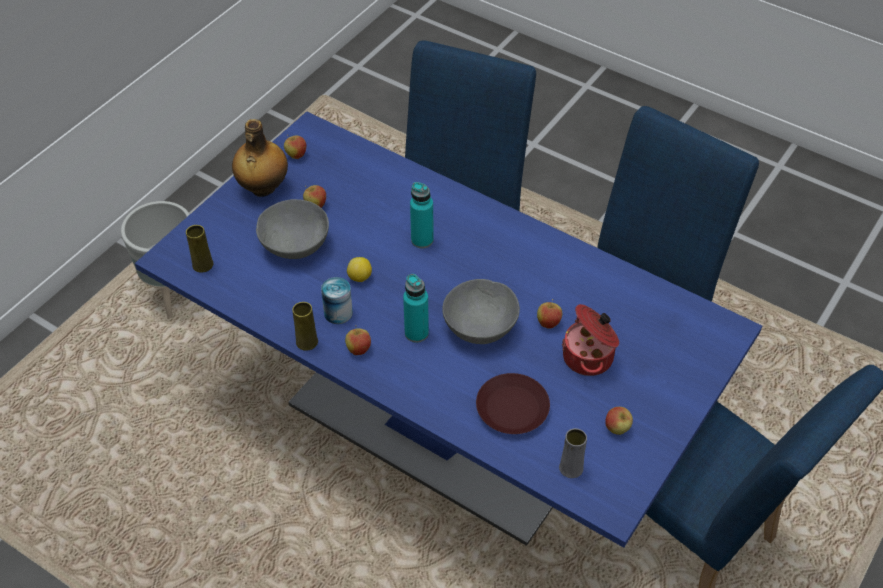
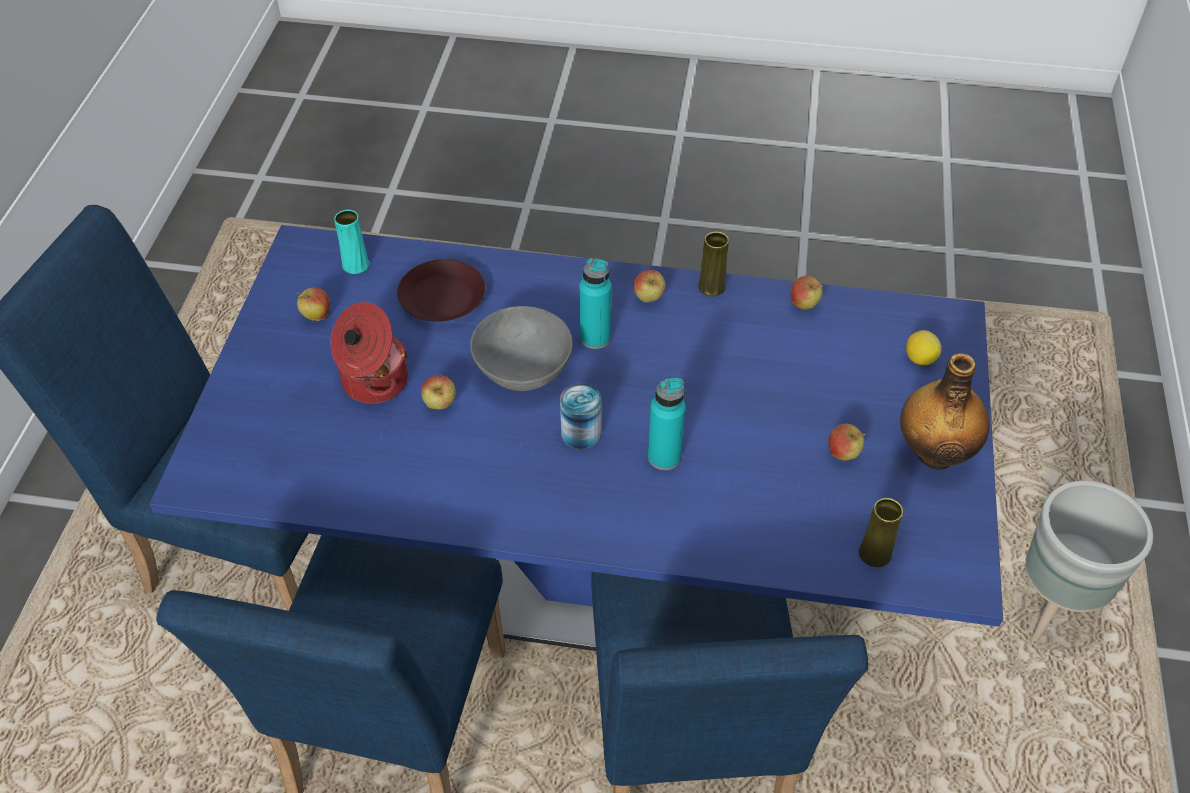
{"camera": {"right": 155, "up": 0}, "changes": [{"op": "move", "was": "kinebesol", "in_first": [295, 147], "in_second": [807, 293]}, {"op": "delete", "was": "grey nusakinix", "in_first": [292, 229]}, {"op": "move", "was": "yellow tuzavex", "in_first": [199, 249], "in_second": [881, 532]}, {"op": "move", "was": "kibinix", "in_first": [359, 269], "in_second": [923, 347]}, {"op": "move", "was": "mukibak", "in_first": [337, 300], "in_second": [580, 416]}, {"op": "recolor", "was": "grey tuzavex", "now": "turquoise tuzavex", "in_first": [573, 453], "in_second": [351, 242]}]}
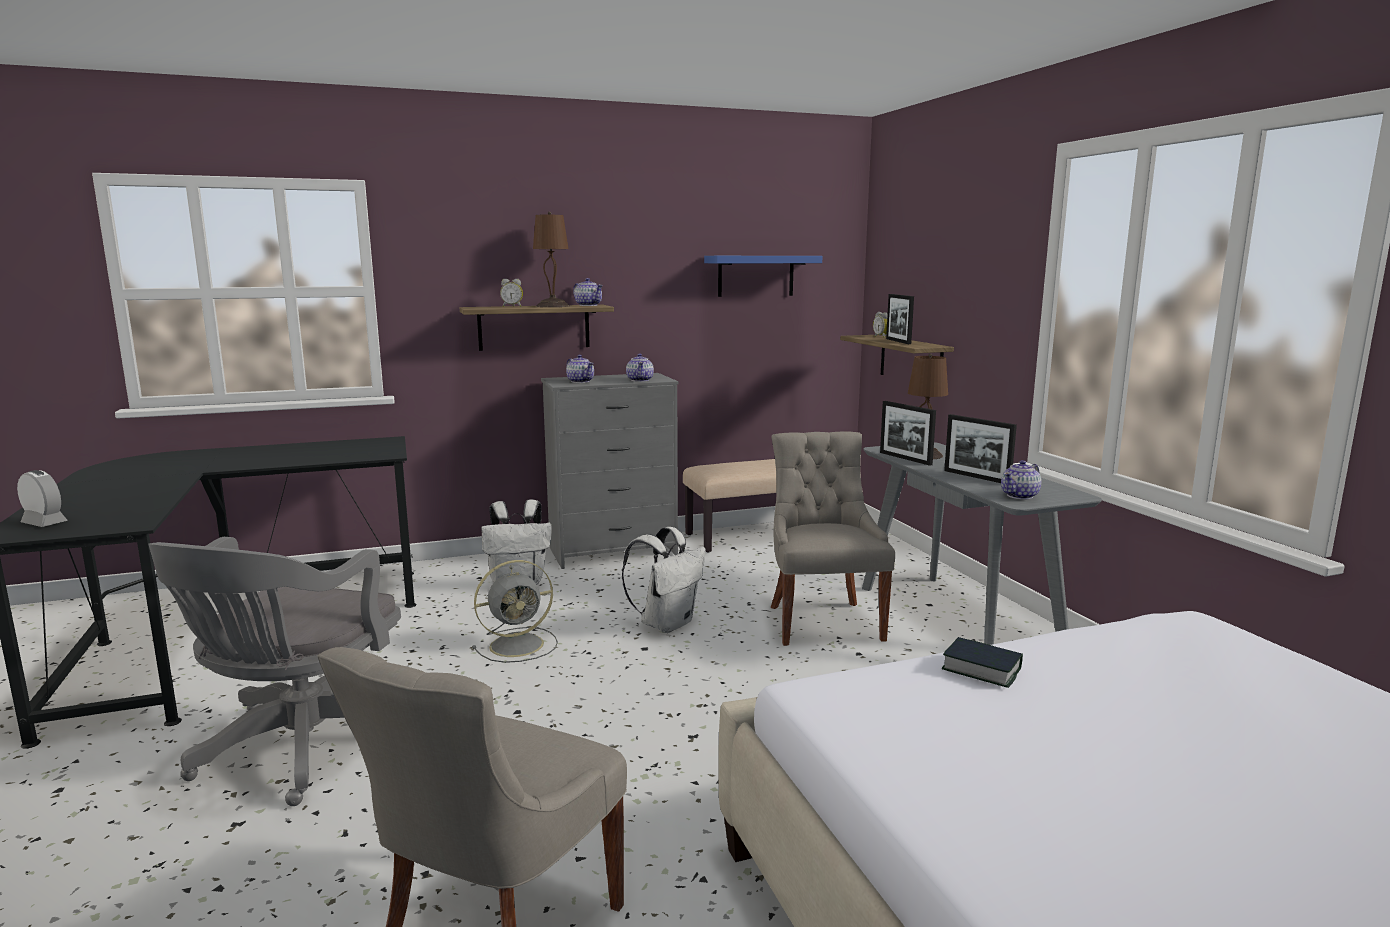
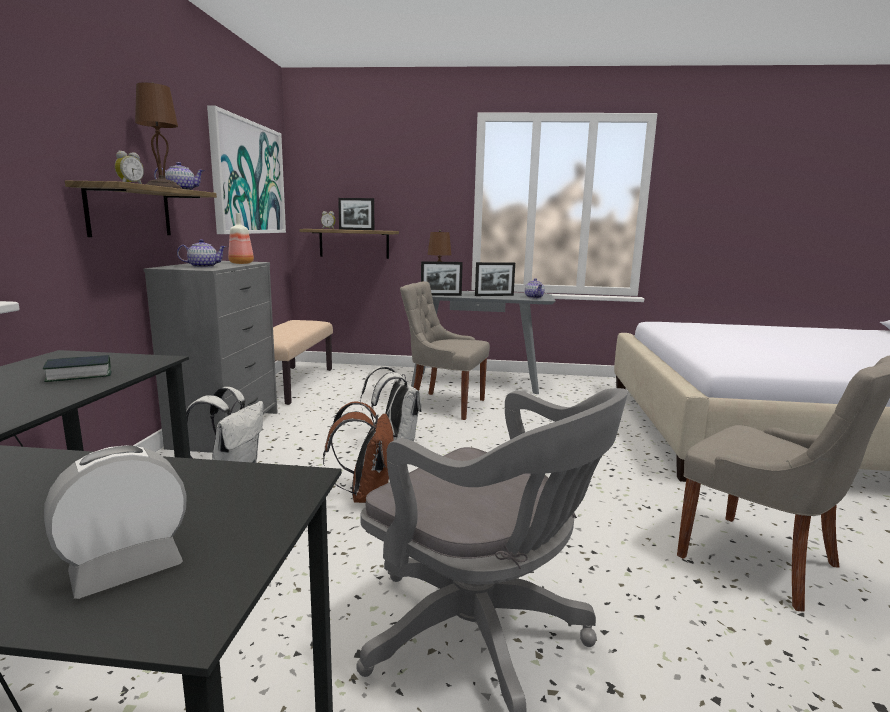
{"camera": {"right": -65, "up": 0}, "changes": [{"op": "replace", "was": "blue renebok", "now": "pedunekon", "in_first": [763, 276], "in_second": [246, 169]}, {"op": "replace", "was": "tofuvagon", "now": "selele", "in_first": [640, 367], "in_second": [241, 238]}, {"op": "replace", "was": "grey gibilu", "now": "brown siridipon", "in_first": [515, 611], "in_second": [358, 452]}, {"op": "move", "was": "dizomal", "in_first": [982, 662], "in_second": [77, 368]}]}
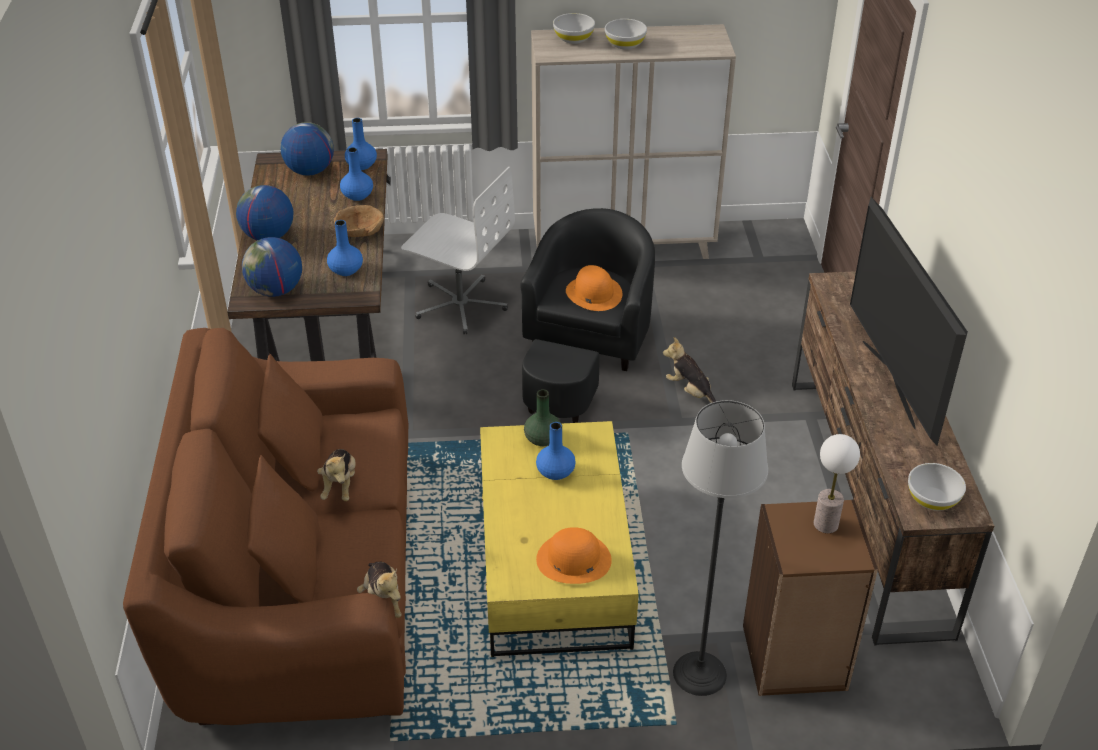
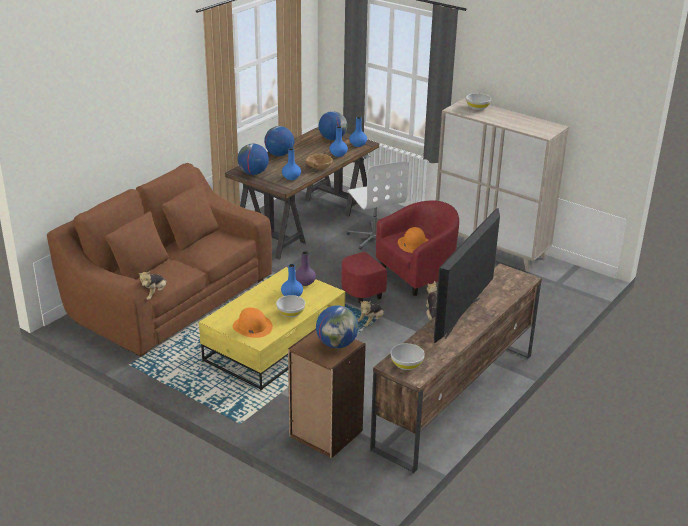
{"camera": {"right": 40, "up": -10}, "changes": [{"op": "move", "was": "white nusakinix", "in_first": [626, 34], "in_second": [290, 306]}, {"op": "recolor", "was": "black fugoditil", "now": "red fugoditil", "in_first": [587, 315], "in_second": [400, 251]}, {"op": "recolor", "was": "green tuzavex", "now": "purple tuzavex", "in_first": [542, 417], "in_second": [305, 268]}, {"op": "delete", "was": "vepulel", "in_first": [720, 548]}, {"op": "replace", "was": "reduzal", "now": "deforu", "in_first": [837, 483], "in_second": [337, 326]}, {"op": "move", "was": "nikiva", "in_first": [336, 475], "in_second": [370, 314]}]}
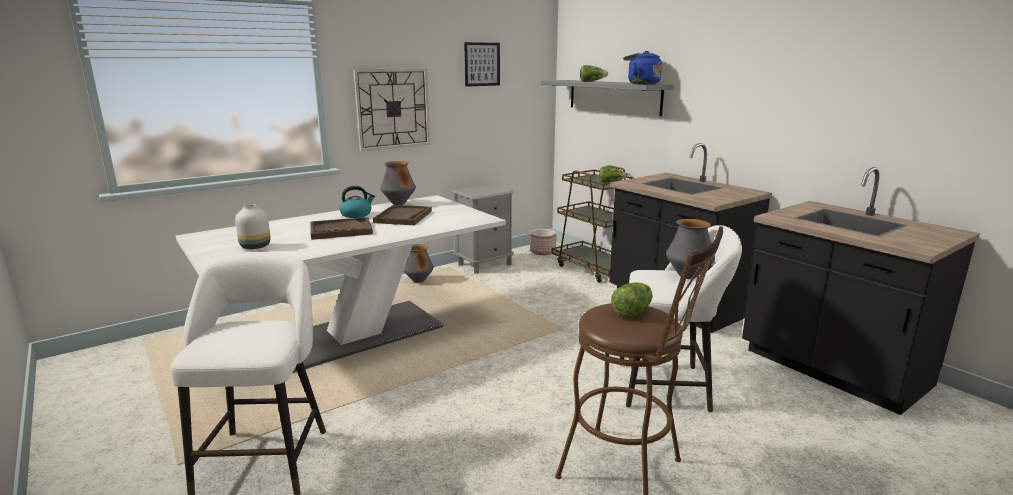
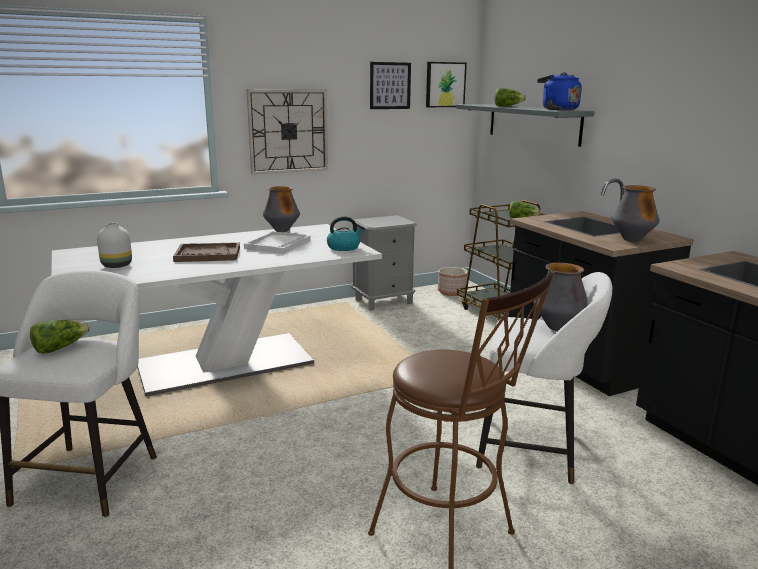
{"camera": {"right": 10, "up": 0}, "changes": [{"op": "move", "was": "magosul", "in_first": [357, 202], "in_second": [346, 233]}, {"op": "recolor", "was": "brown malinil", "now": "white malinil", "in_first": [402, 215], "in_second": [277, 242]}, {"op": "move", "was": "tuzavex", "in_first": [419, 263], "in_second": [635, 213]}, {"op": "move", "was": "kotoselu", "in_first": [632, 300], "in_second": [60, 337]}, {"op": "insert", "now": "pedunekon", "in_second": [446, 84]}]}
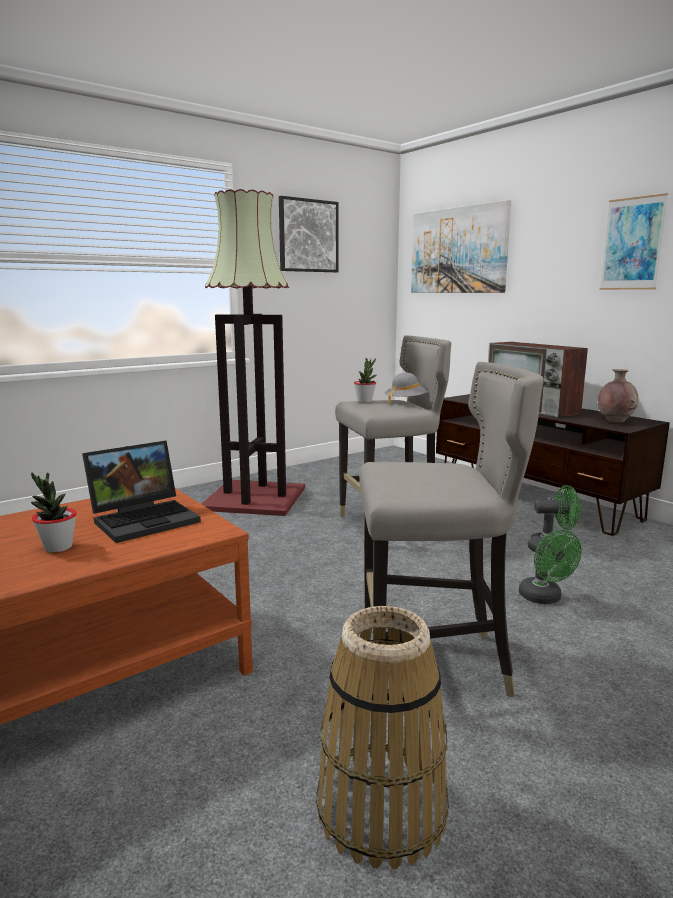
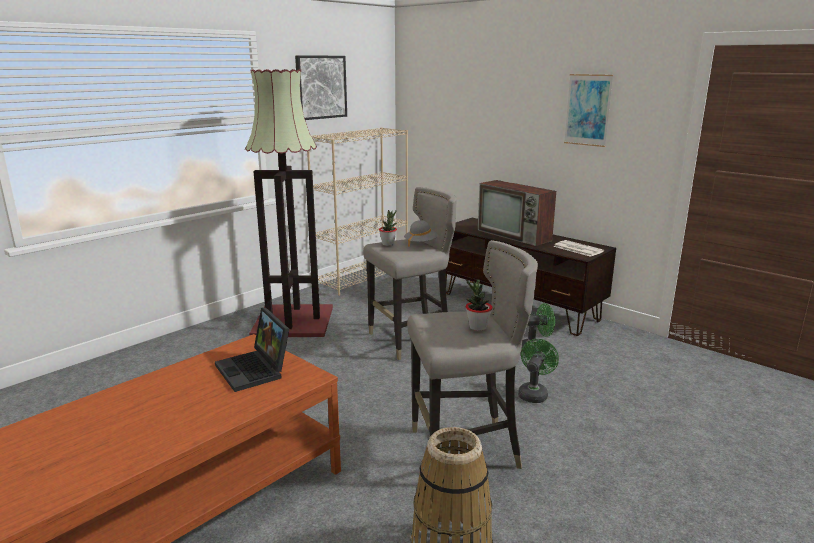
{"camera": {"right": -10, "up": 5}, "changes": [{"op": "delete", "was": "pedunekon", "in_first": [461, 246]}, {"op": "replace", "was": "brown tuzavex", "now": "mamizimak", "in_first": [618, 396], "in_second": [578, 248]}, {"op": "rotate", "was": "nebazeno", "in_first": [141, 491], "in_second": [252, 350], "clockwise": 105}, {"op": "move", "was": "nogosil", "in_first": [54, 512], "in_second": [479, 305]}, {"op": "rotate", "was": "green gibilu", "in_first": [550, 567], "in_second": [538, 371], "clockwise": -120}, {"op": "insert", "now": "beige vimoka", "in_second": [357, 211]}]}
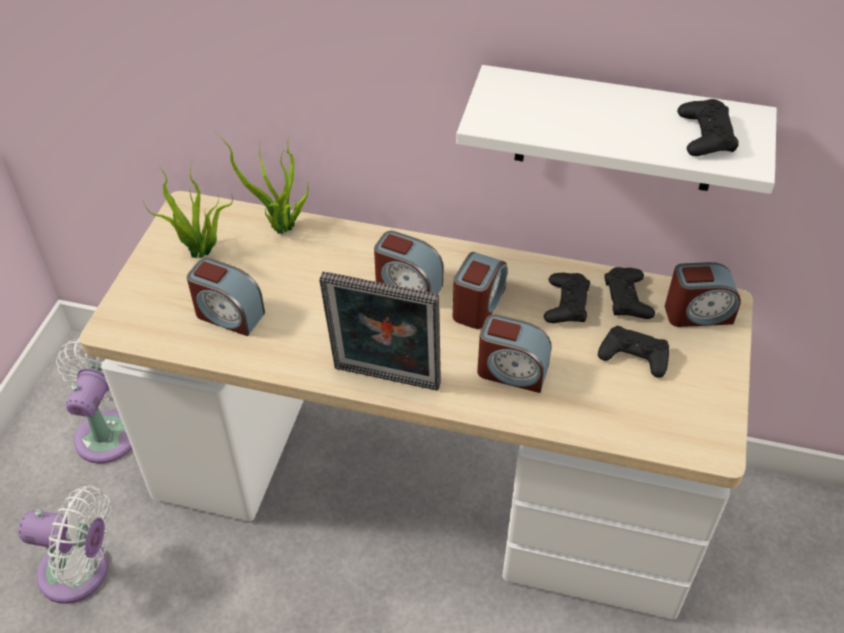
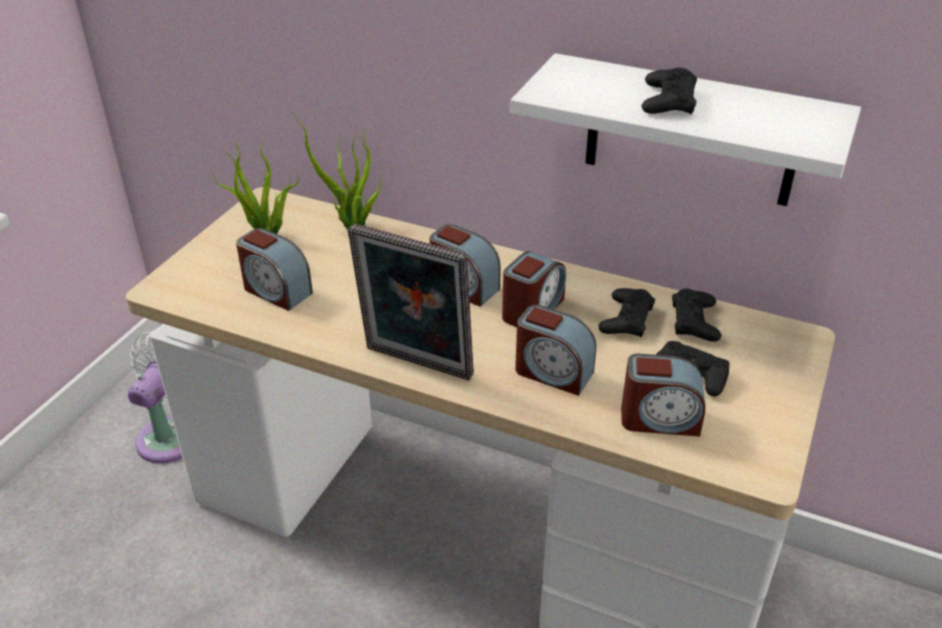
{"camera": {"right": 10, "up": -10}, "changes": [{"op": "move", "was": "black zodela", "in_first": [708, 127], "in_second": [669, 91]}, {"op": "move", "was": "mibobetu", "in_first": [703, 294], "in_second": [663, 395]}, {"op": "delete", "was": "white gibilu", "in_first": [65, 545]}]}
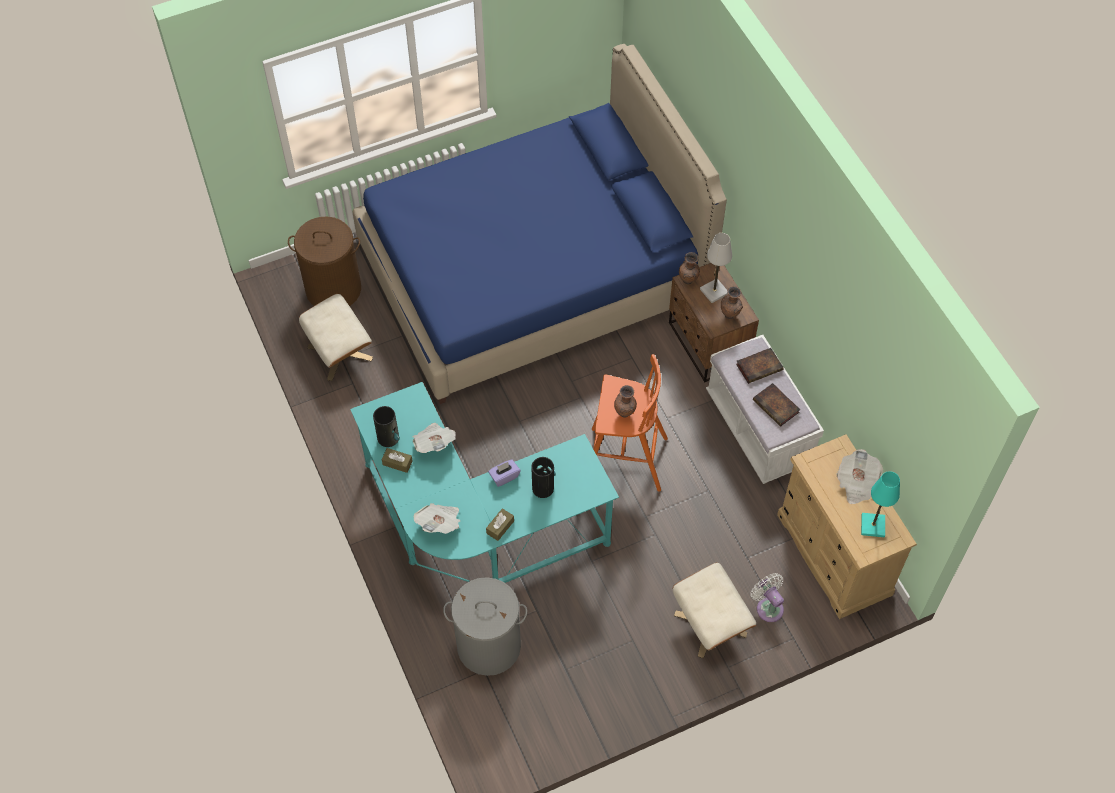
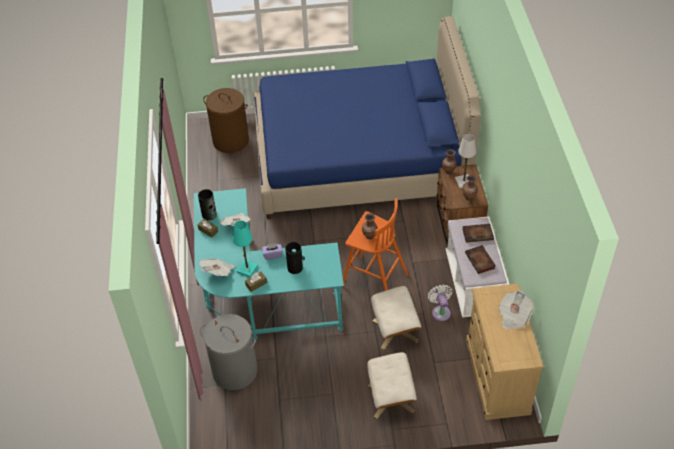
{"camera": {"right": 20, "up": -10}, "changes": [{"op": "move", "was": "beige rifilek", "in_first": [336, 337], "in_second": [396, 318]}, {"op": "move", "was": "turquoise reduzal", "in_first": [880, 504], "in_second": [245, 249]}, {"op": "move", "was": "white gibilu", "in_first": [767, 597], "in_second": [440, 303]}]}
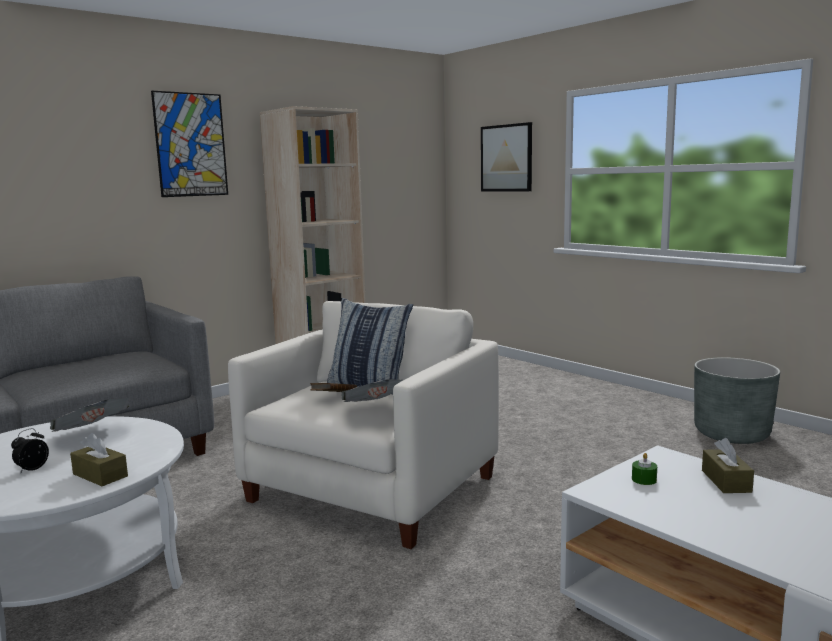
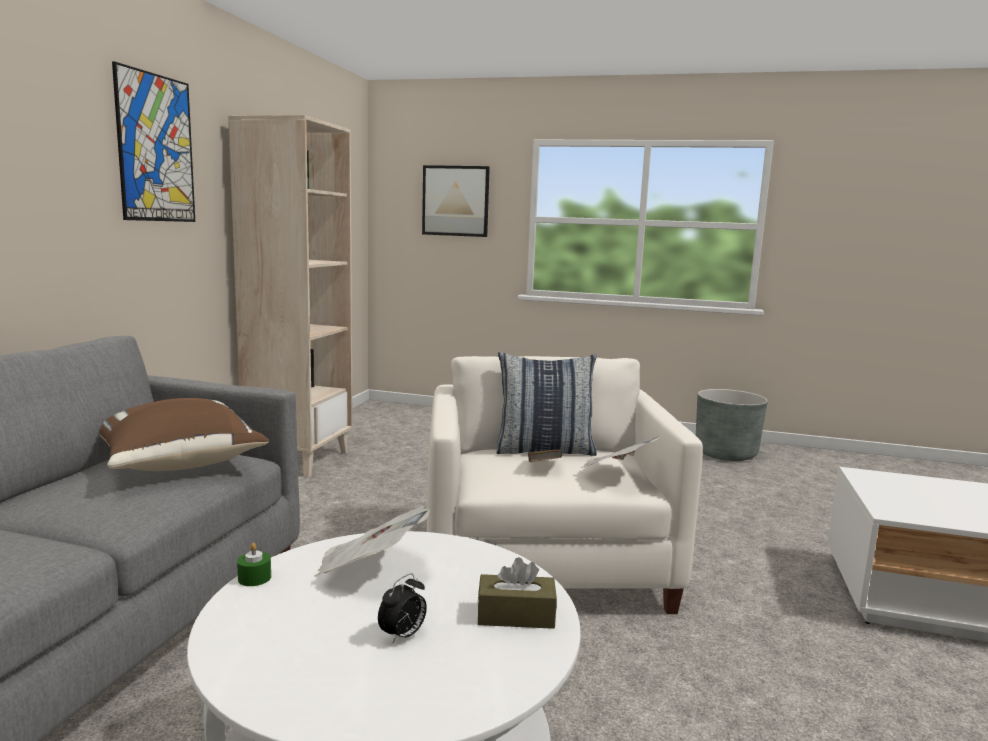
{"camera": {"right": -35, "up": 0}, "changes": [{"op": "rotate", "was": "mibobetu", "in_first": [30, 450], "in_second": [402, 608], "clockwise": -135}, {"op": "delete", "was": "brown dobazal", "in_first": [728, 465]}, {"op": "move", "was": "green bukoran", "in_first": [644, 469], "in_second": [254, 564]}, {"op": "insert", "now": "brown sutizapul", "in_second": [184, 434]}]}
